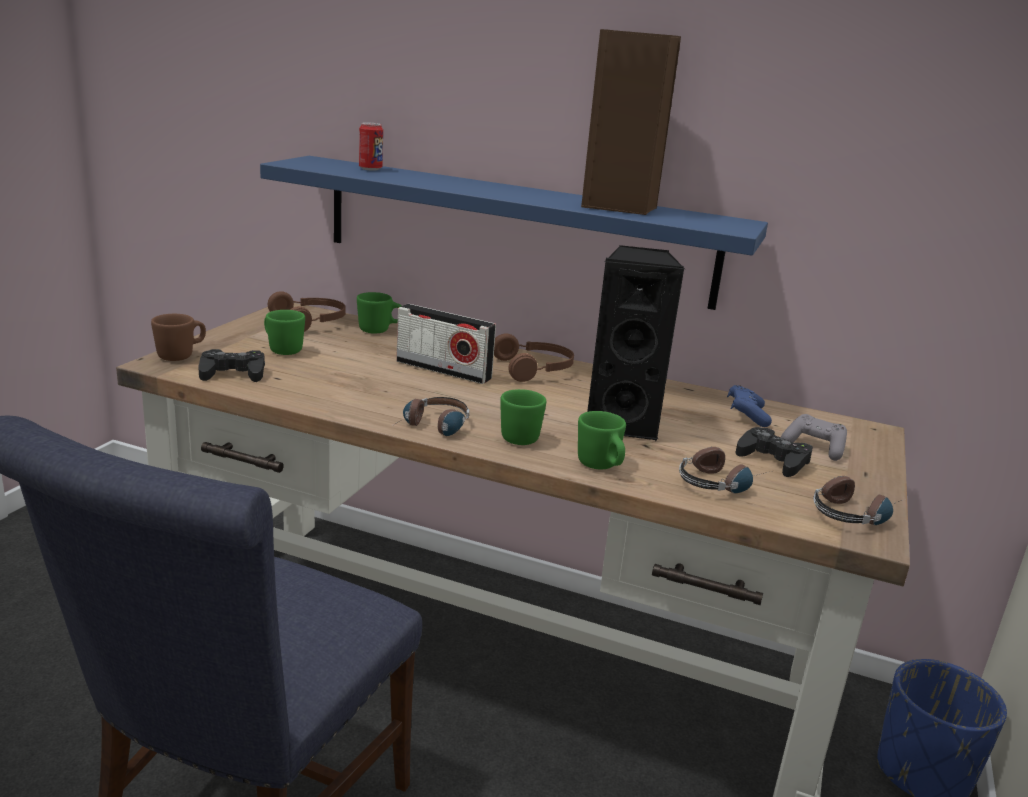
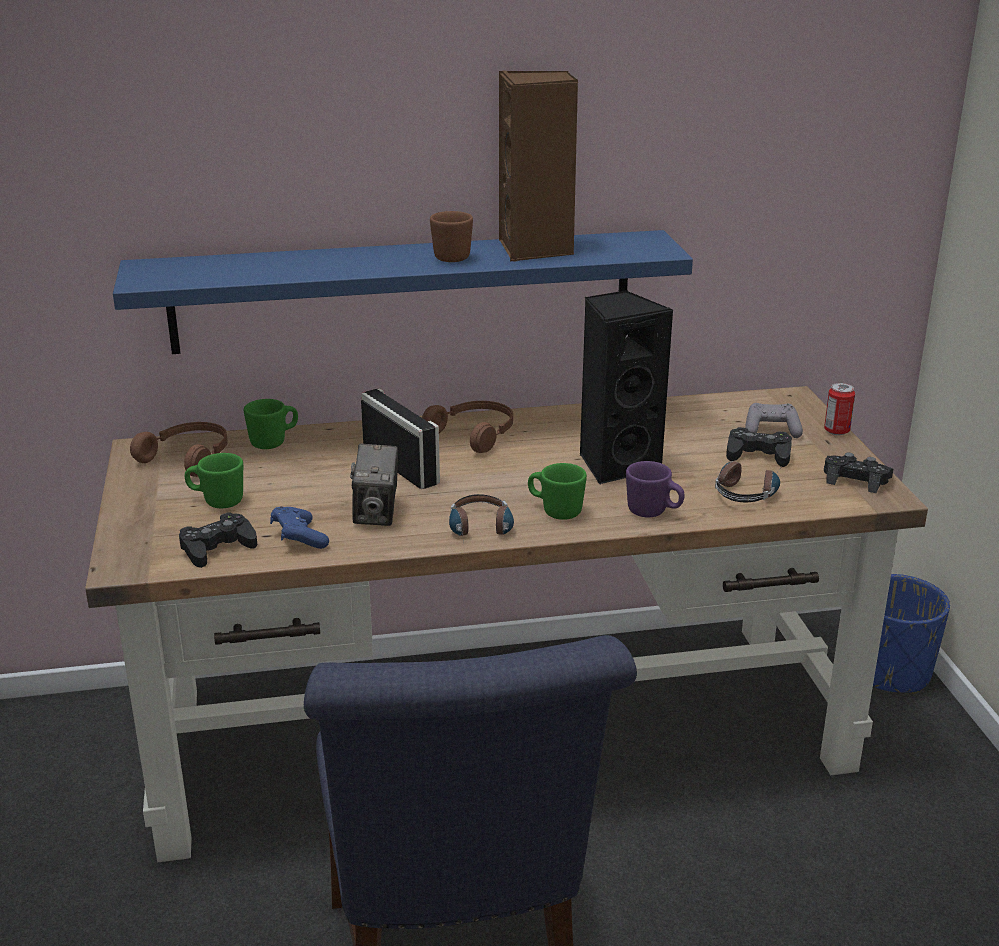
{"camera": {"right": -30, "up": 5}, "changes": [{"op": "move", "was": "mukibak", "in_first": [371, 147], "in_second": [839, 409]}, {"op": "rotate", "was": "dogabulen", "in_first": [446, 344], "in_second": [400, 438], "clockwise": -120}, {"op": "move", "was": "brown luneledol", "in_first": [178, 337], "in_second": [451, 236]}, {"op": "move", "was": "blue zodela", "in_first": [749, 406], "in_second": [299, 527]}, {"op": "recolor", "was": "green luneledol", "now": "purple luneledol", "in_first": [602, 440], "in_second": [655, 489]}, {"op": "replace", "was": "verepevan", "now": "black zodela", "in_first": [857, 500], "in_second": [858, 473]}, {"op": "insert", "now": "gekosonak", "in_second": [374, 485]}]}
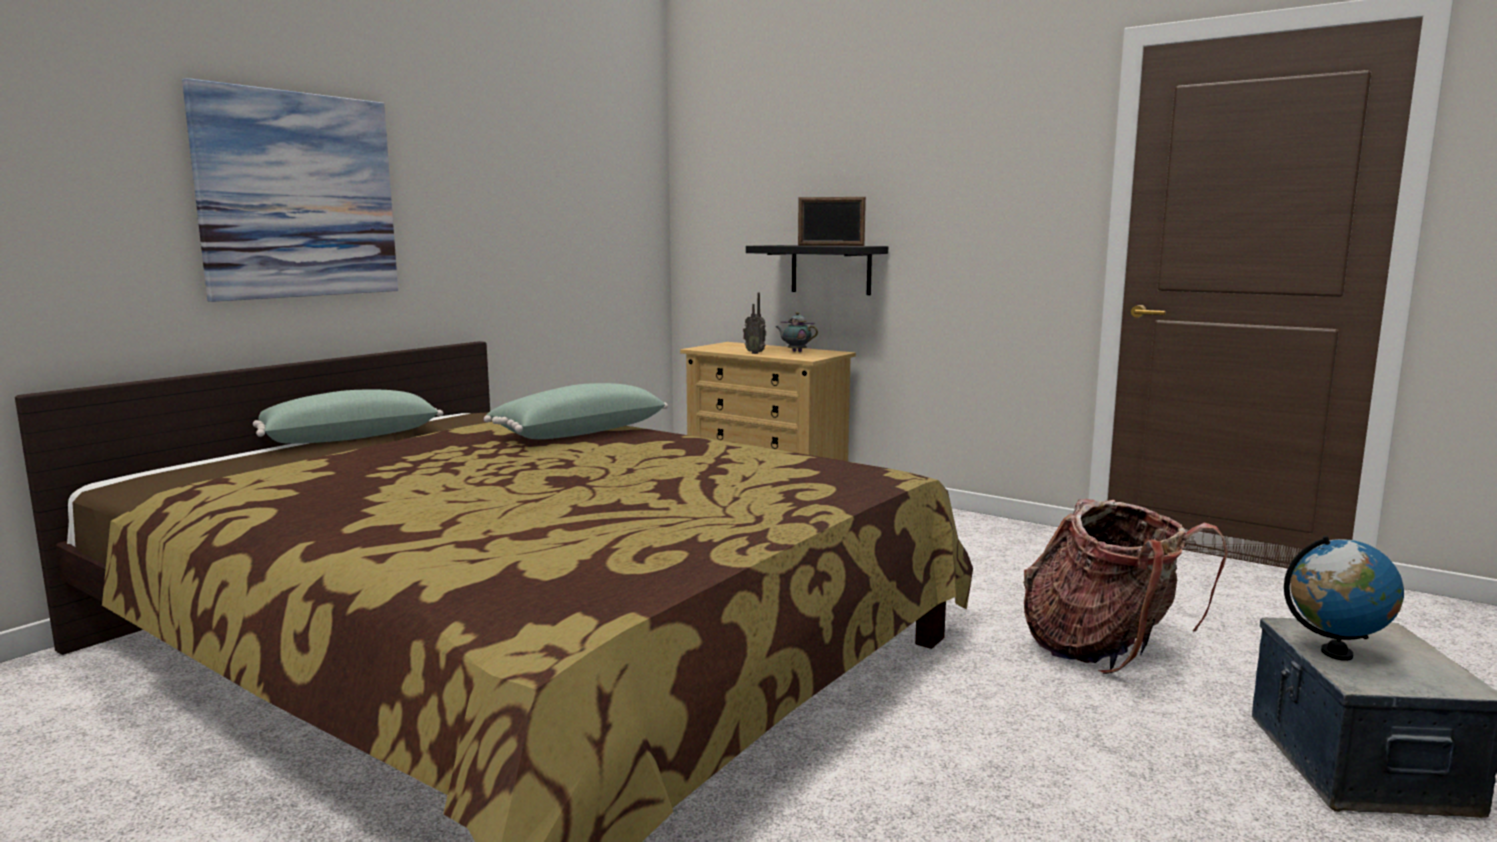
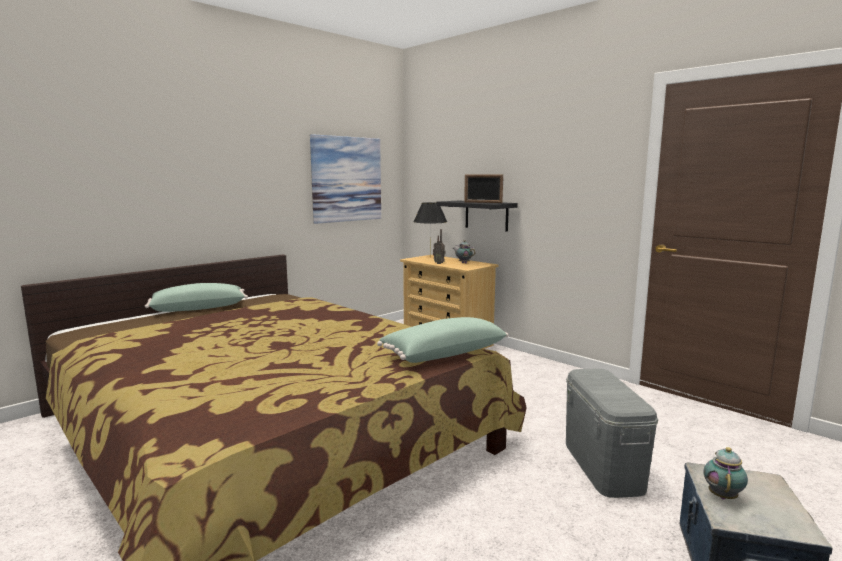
{"camera": {"right": 10, "up": 0}, "changes": [{"op": "move", "was": "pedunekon", "in_first": [290, 190], "in_second": [345, 179]}, {"op": "move", "was": "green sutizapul", "in_first": [576, 411], "in_second": [443, 340]}, {"op": "replace", "was": "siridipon", "now": "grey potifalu", "in_first": [1125, 586], "in_second": [612, 433]}, {"op": "replace", "was": "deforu", "now": "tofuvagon", "in_first": [1344, 598], "in_second": [726, 473]}, {"op": "insert", "now": "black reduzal", "in_second": [430, 229]}]}
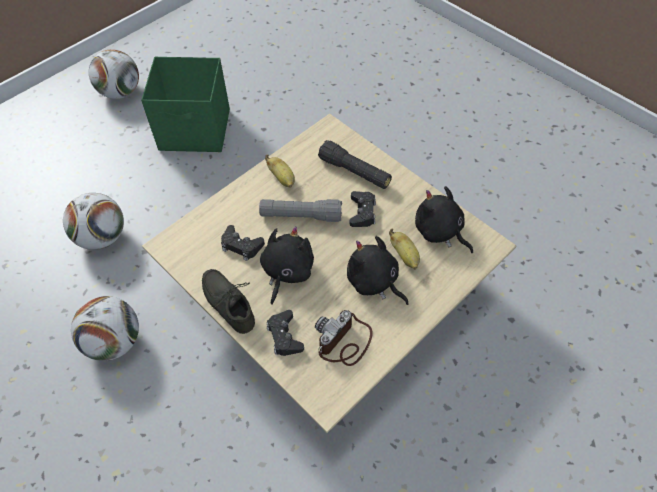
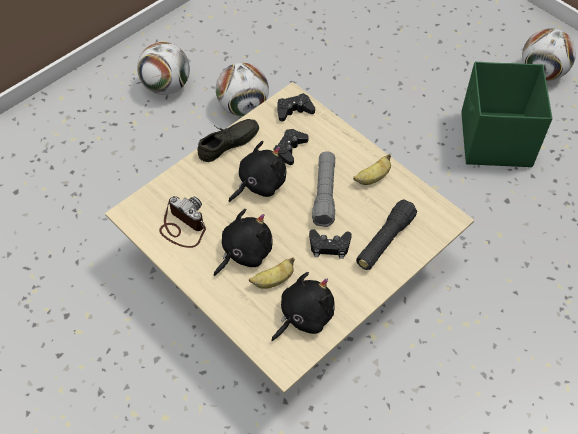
{"camera": {"right": 90, "up": 0}, "changes": [{"op": "move", "was": "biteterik", "in_first": [93, 221], "in_second": [163, 68]}, {"op": "rotate", "was": "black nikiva", "in_first": [287, 265], "in_second": [257, 171], "clockwise": -60}, {"op": "move", "was": "black zodela", "in_first": [285, 333], "in_second": [296, 107]}]}
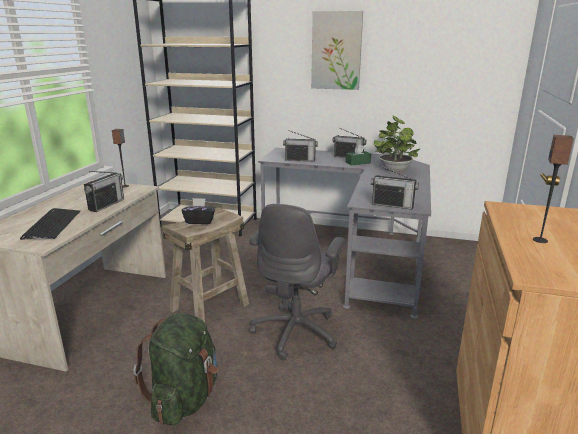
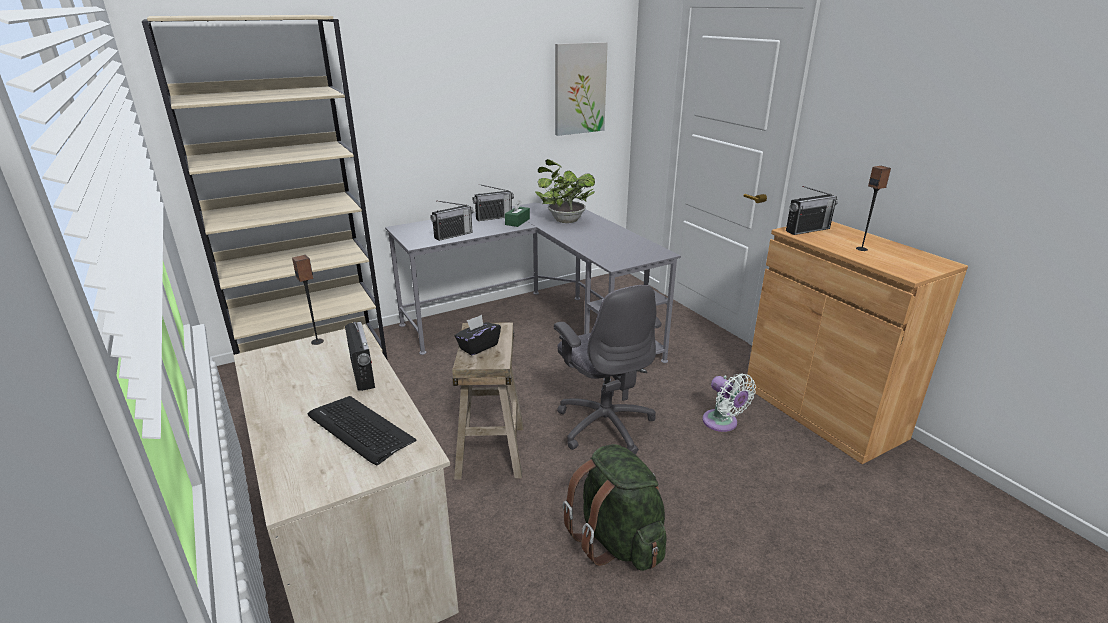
{"camera": {"right": -45, "up": 5}, "changes": [{"op": "move", "was": "pedunekon", "in_first": [337, 50], "in_second": [581, 89]}, {"op": "move", "was": "dogabulen", "in_first": [395, 187], "in_second": [812, 210]}, {"op": "insert", "now": "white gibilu", "in_second": [729, 402]}]}
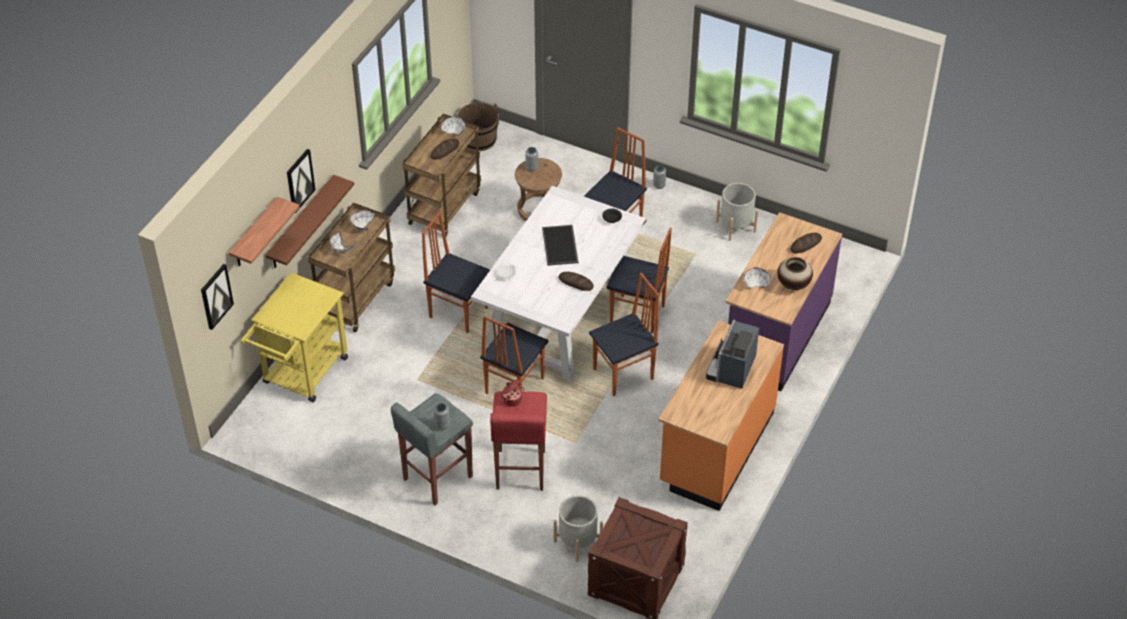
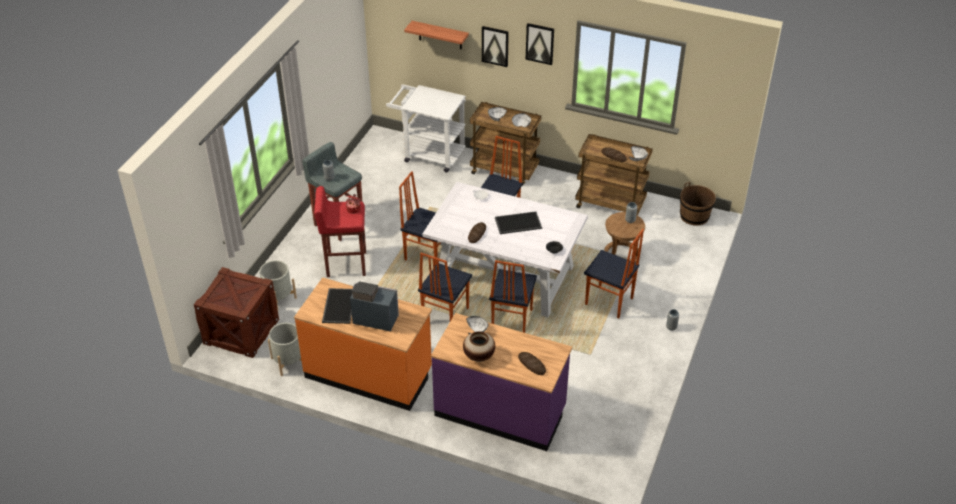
{"camera": {"right": 85, "up": -5}, "changes": [{"op": "delete", "was": "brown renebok", "in_first": [309, 221]}, {"op": "move", "was": "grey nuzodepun", "in_first": [737, 212], "in_second": [284, 349]}, {"op": "move", "was": "pedunekon", "in_first": [217, 297], "in_second": [540, 44]}, {"op": "recolor", "was": "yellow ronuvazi", "now": "white ronuvazi", "in_first": [294, 337], "in_second": [426, 128]}, {"op": "rotate", "was": "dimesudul", "in_first": [624, 334], "in_second": [445, 287], "clockwise": 60}, {"op": "insert", "now": "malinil", "in_second": [337, 306]}]}
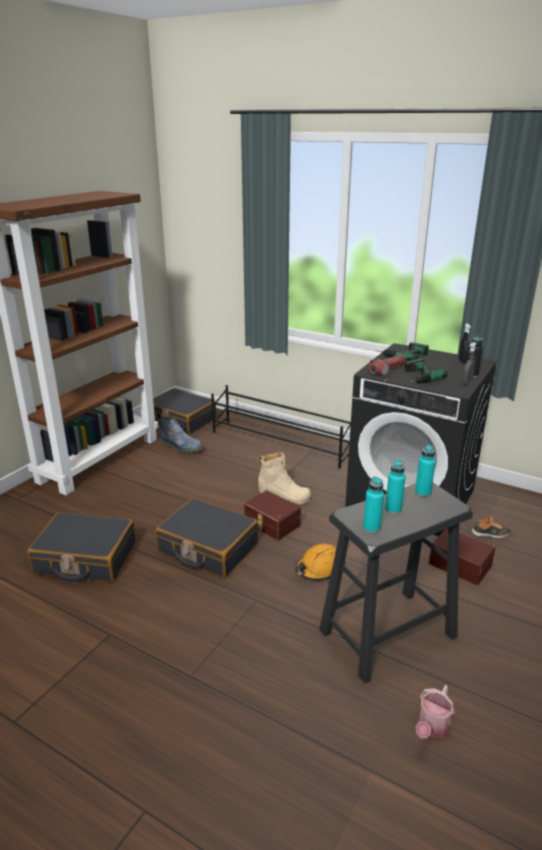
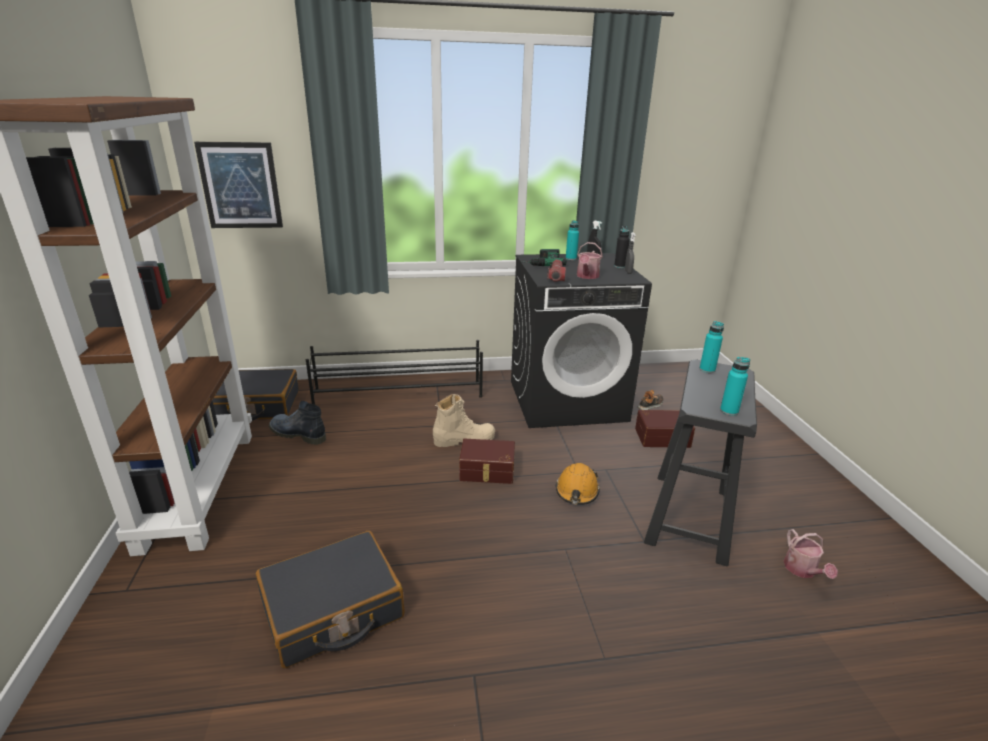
{"camera": {"right": -40, "up": 0}, "changes": [{"op": "replace", "was": "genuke", "now": "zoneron", "in_first": [426, 370], "in_second": [590, 260]}, {"op": "rotate", "was": "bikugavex", "in_first": [182, 435], "in_second": [297, 423], "clockwise": -150}, {"op": "move", "was": "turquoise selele", "in_first": [395, 487], "in_second": [572, 240]}, {"op": "delete", "was": "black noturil", "in_first": [206, 538]}, {"op": "insert", "now": "pedunekon", "in_second": [238, 185]}]}
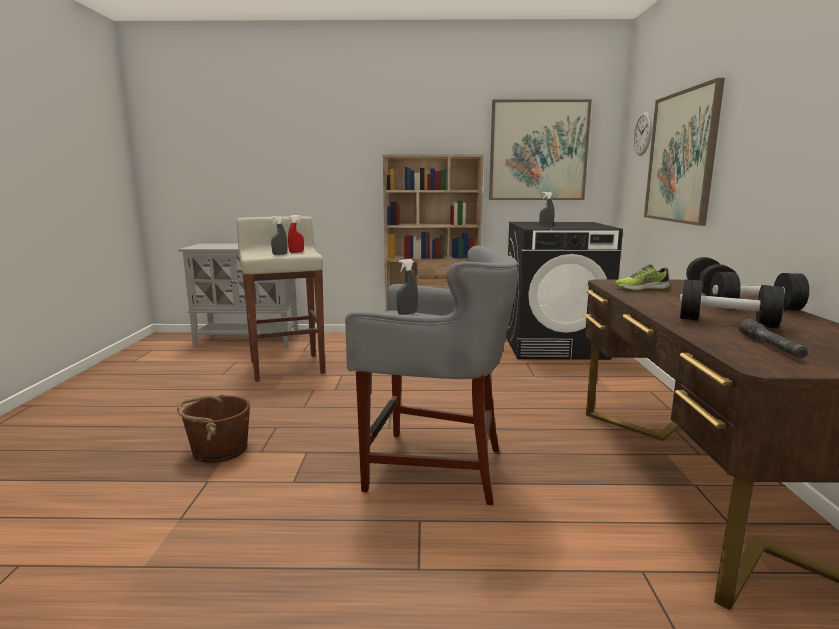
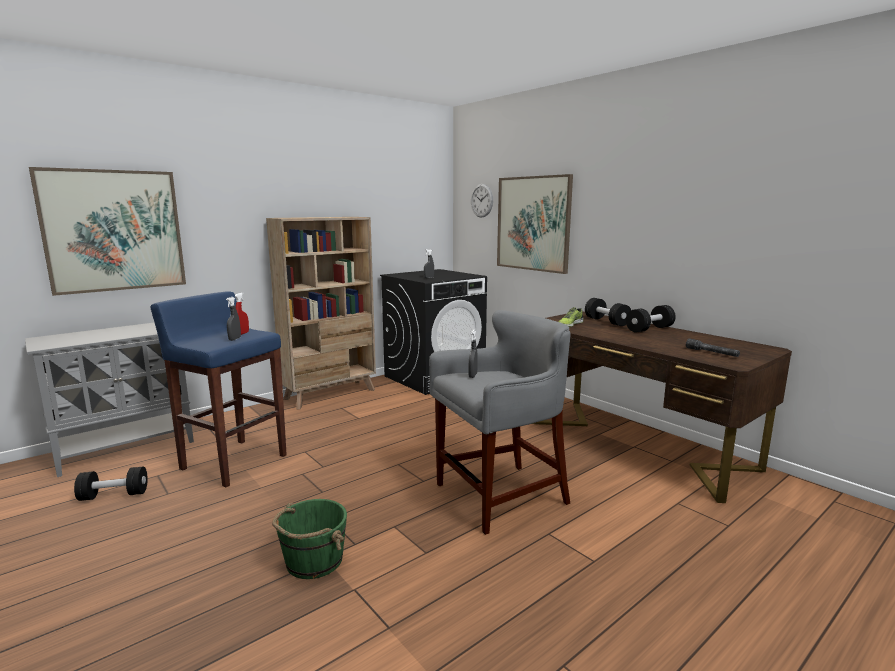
{"camera": {"right": -40, "up": 0}, "changes": [{"op": "move", "was": "pedunekon", "in_first": [540, 149], "in_second": [107, 231]}, {"op": "recolor", "was": "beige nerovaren", "now": "blue nerovaren", "in_first": [280, 299], "in_second": [218, 389]}, {"op": "move", "was": "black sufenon", "in_first": [731, 304], "in_second": [111, 484]}, {"op": "recolor", "was": "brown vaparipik", "now": "green vaparipik", "in_first": [213, 428], "in_second": [309, 539]}]}
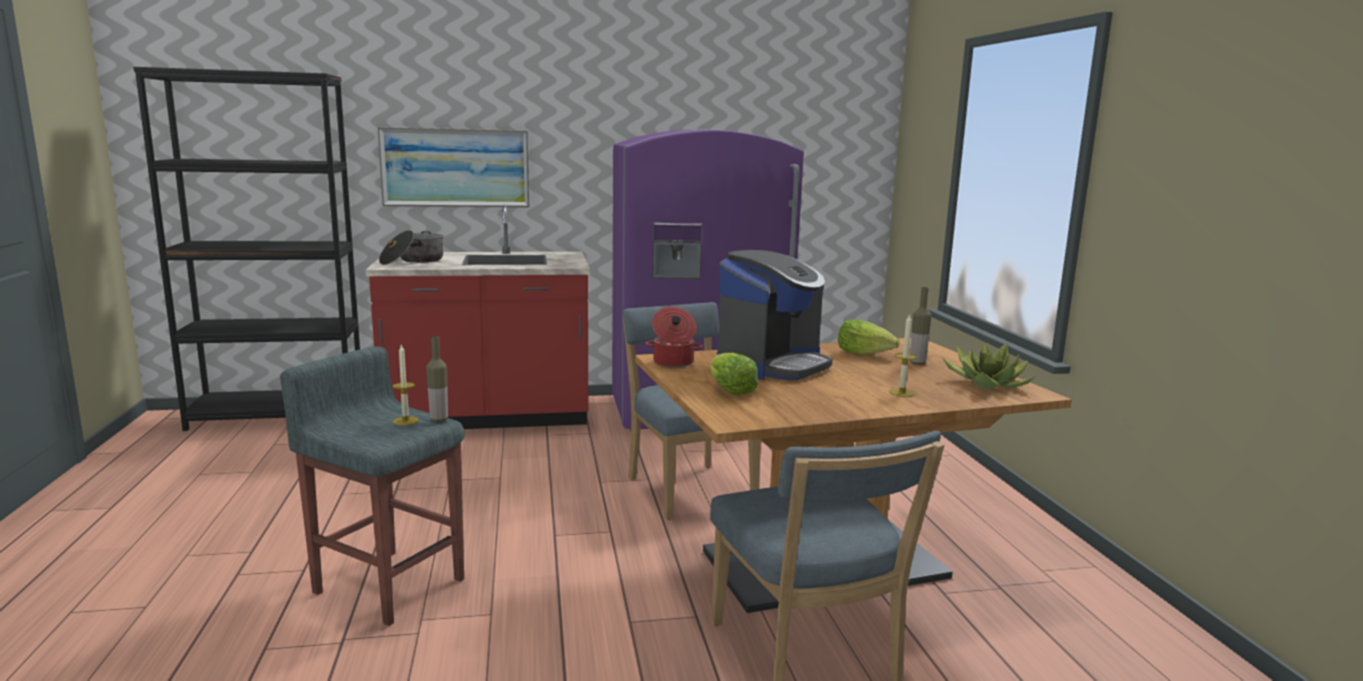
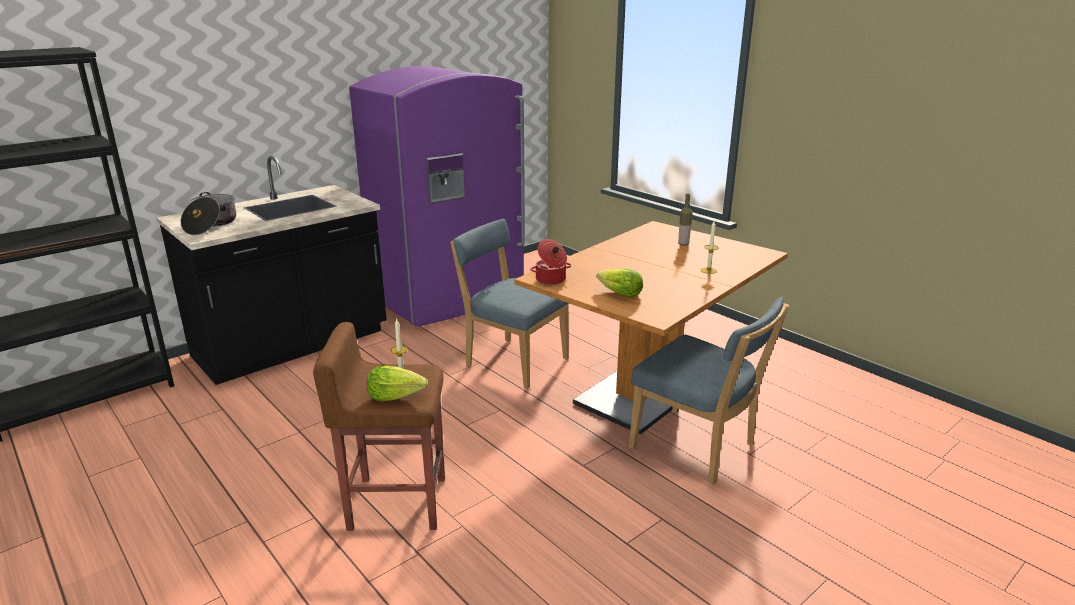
{"camera": {"right": -30, "up": 10}, "changes": [{"op": "delete", "was": "pedunekon", "in_first": [453, 167]}, {"op": "recolor", "was": "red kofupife", "now": "black kofupife", "in_first": [478, 317], "in_second": [272, 270]}, {"op": "delete", "was": "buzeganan", "in_first": [774, 315]}, {"op": "move", "was": "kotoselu", "in_first": [869, 337], "in_second": [397, 383]}, {"op": "delete", "was": "selele", "in_first": [437, 379]}, {"op": "delete", "was": "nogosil", "in_first": [989, 365]}, {"op": "recolor", "was": "grey nerovaren", "now": "brown nerovaren", "in_first": [372, 486], "in_second": [379, 426]}]}
